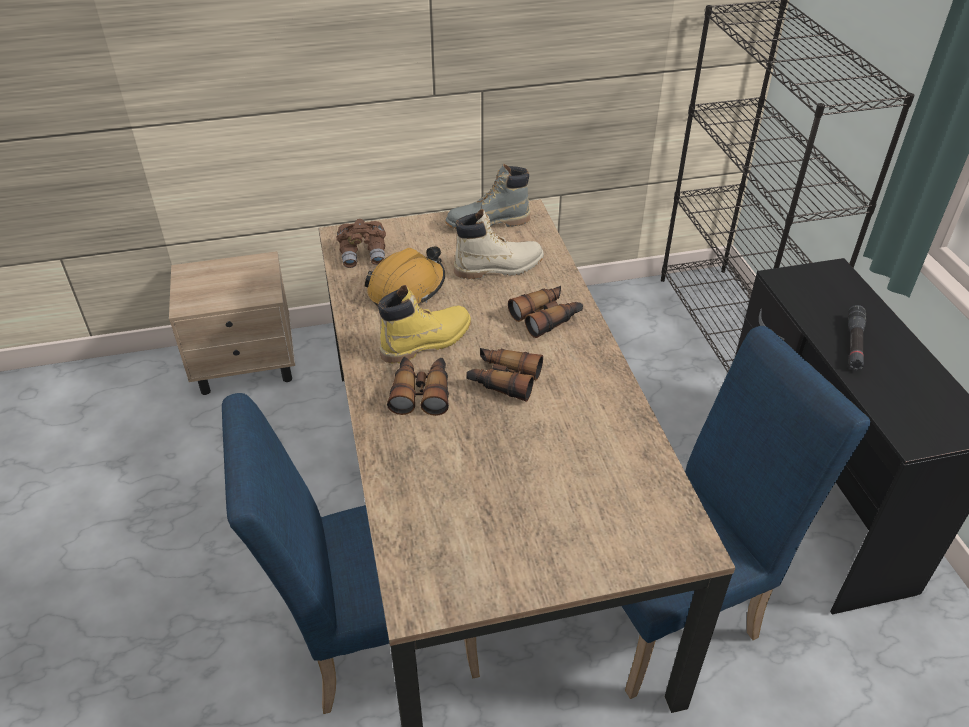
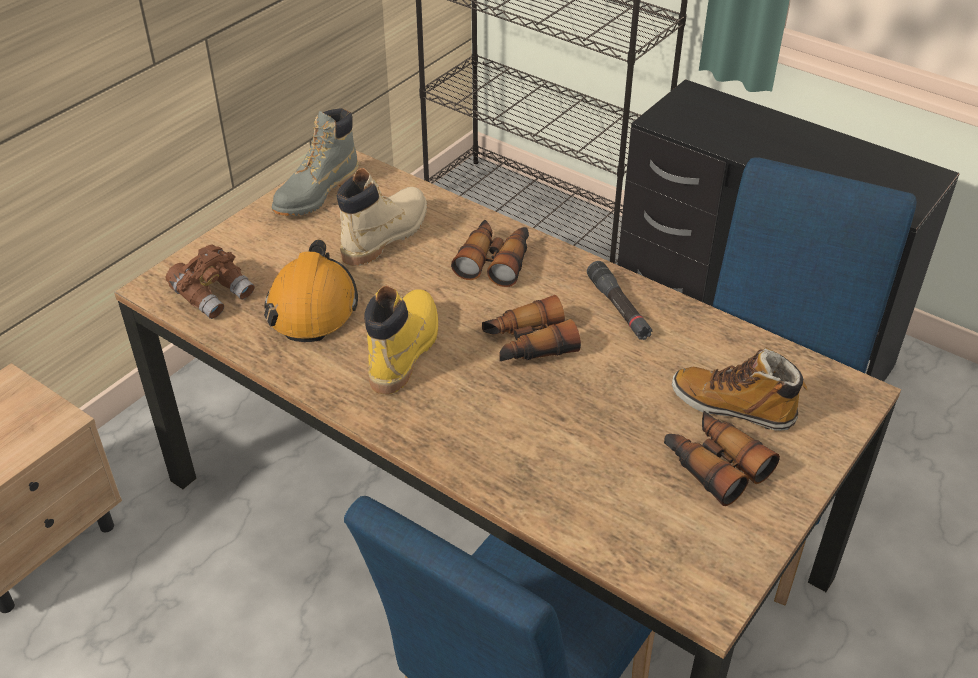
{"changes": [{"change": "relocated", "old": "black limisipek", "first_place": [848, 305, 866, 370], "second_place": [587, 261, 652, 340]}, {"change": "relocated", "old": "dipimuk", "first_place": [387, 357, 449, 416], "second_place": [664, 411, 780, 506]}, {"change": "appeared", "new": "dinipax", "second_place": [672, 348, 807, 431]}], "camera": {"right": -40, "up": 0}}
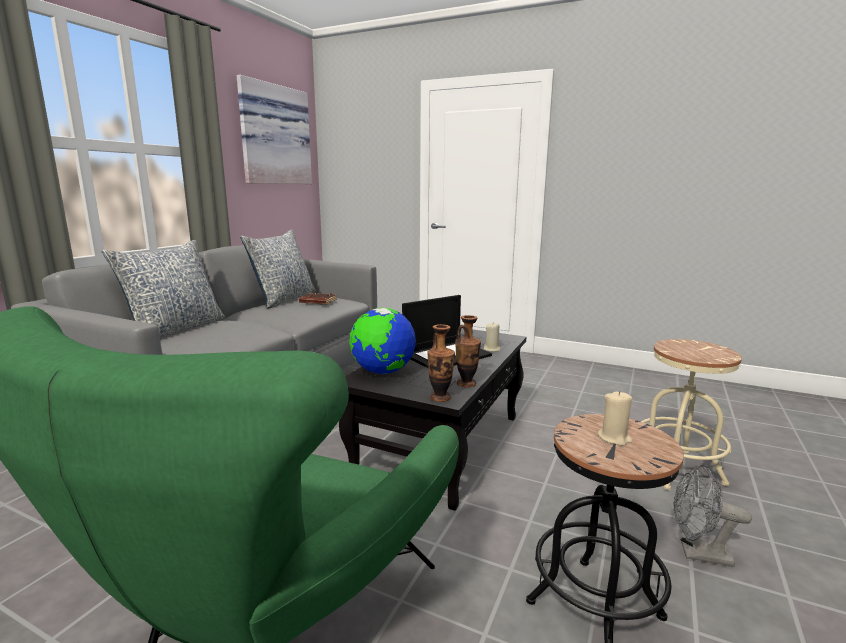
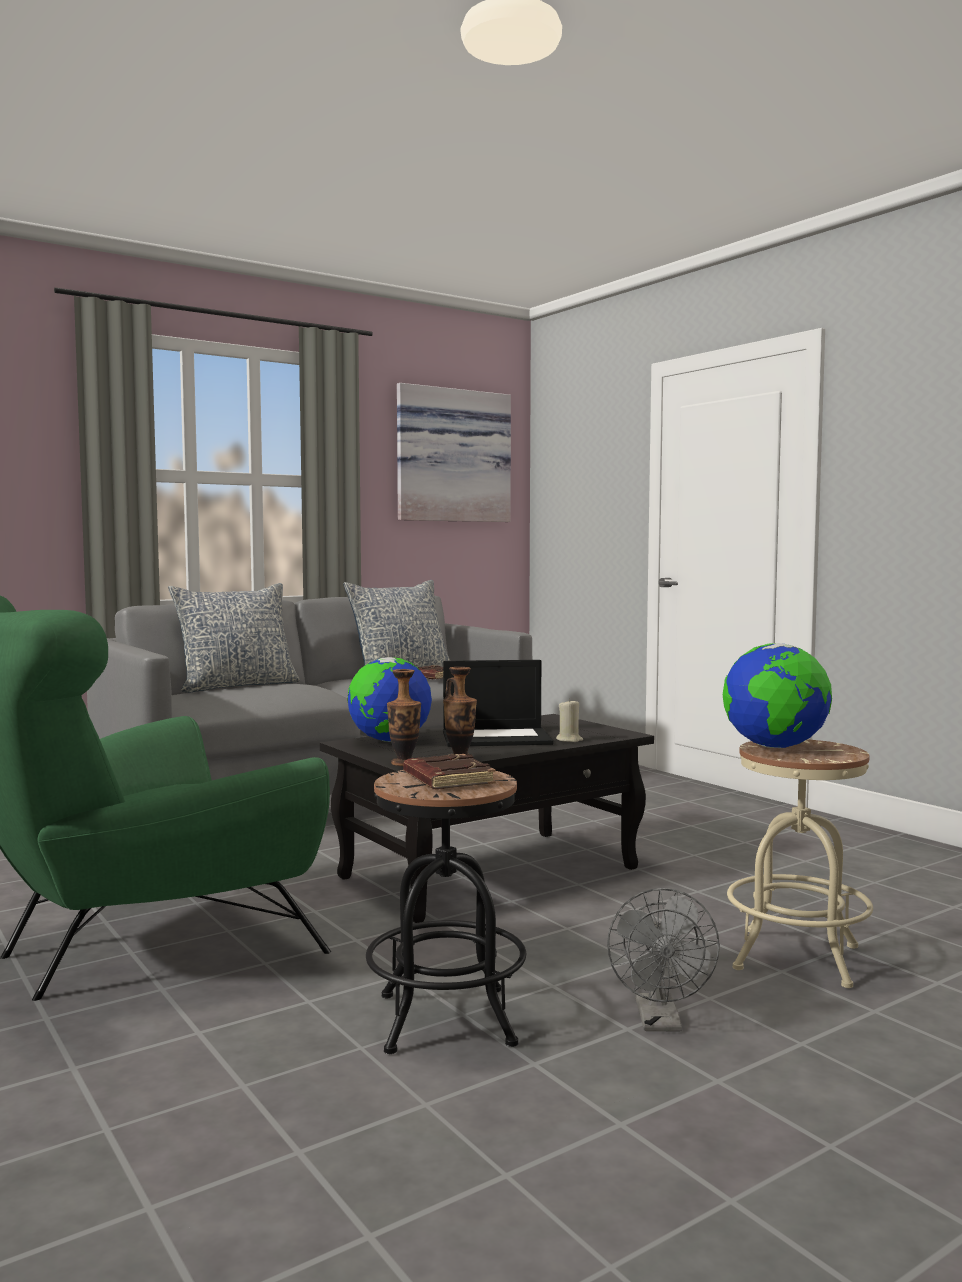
{"changes": [{"change": "exchanged", "old": "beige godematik", "new": "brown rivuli", "first_place": [598, 391, 633, 446], "second_place": [404, 754, 496, 790]}, {"change": "spun", "old": "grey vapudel", "first_place": [673, 465, 752, 567], "second_place": [607, 888, 720, 1032], "degrees": -135}, {"change": "appeared", "new": "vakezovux", "second_place": [723, 643, 832, 748]}], "camera": {"right": 30, "up": -10}}
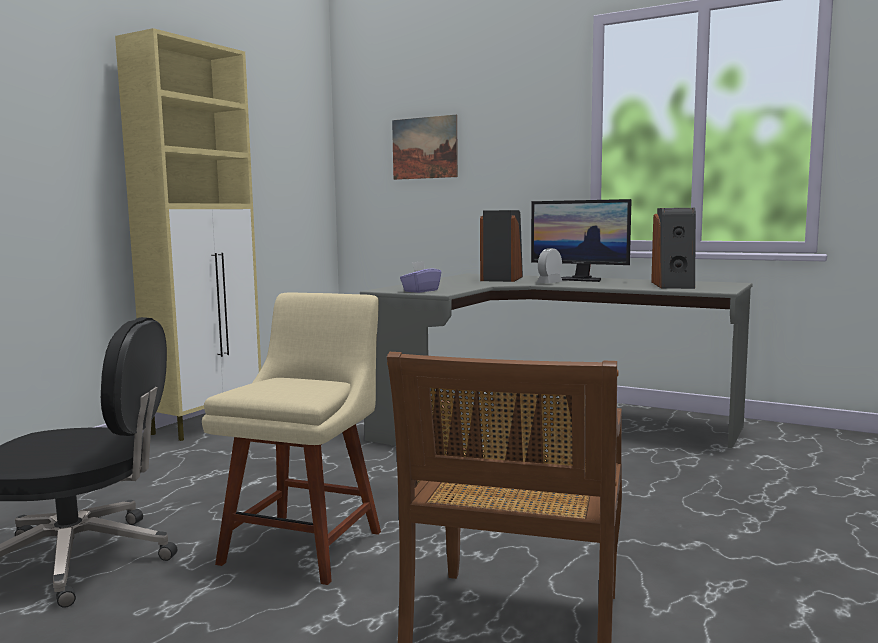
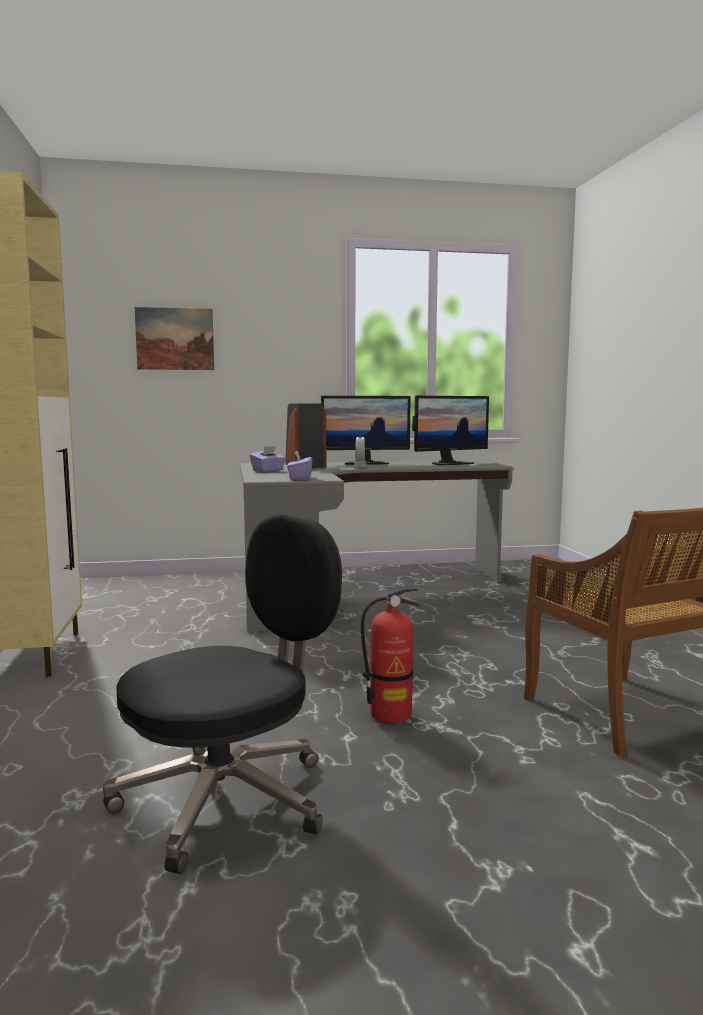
{"changes": [{"change": "appeared", "new": "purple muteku", "second_place": [250, 446, 286, 472]}, {"change": "exchanged", "old": "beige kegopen", "new": "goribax", "first_place": [202, 293, 381, 585], "second_place": [361, 588, 420, 723]}, {"change": "exchanged", "old": "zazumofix", "new": "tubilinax", "first_place": [651, 208, 696, 289], "second_place": [412, 396, 489, 466]}], "camera": {"right": -40, "up": 0}}
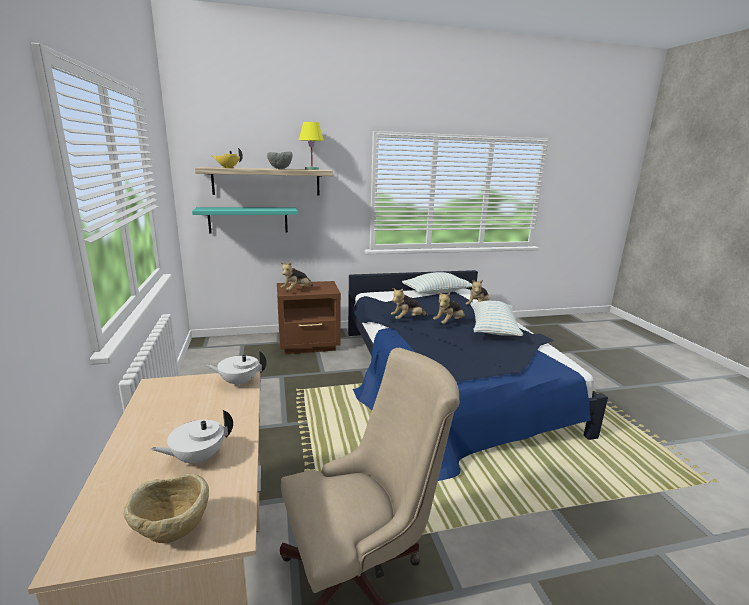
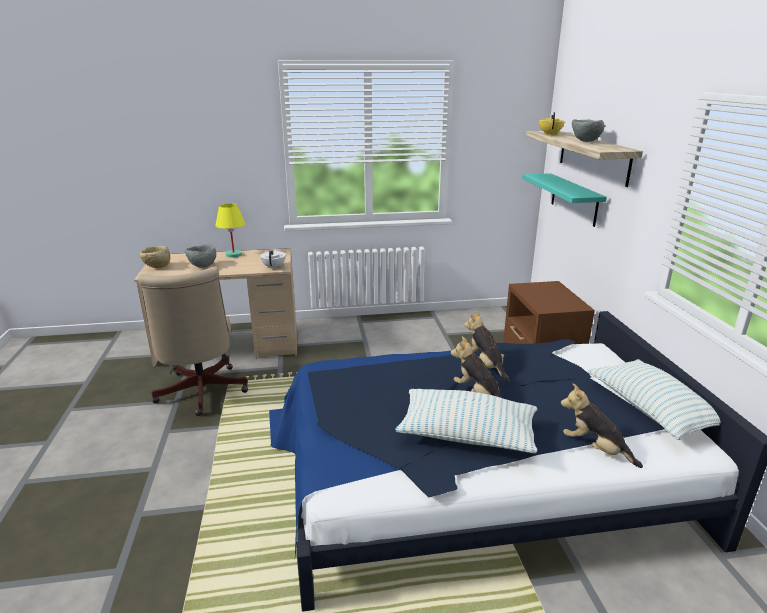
{"changes": [{"change": "exchanged", "old": "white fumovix", "new": "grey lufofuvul", "first_place": [150, 410, 233, 465], "second_place": [185, 244, 216, 267]}, {"change": "relocated", "old": "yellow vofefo", "first_place": [299, 122, 324, 170], "second_place": [215, 203, 245, 257]}, {"change": "missing", "old": "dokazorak", "first_place": [281, 262, 313, 290]}], "camera": {"right": 95, "up": 5}}
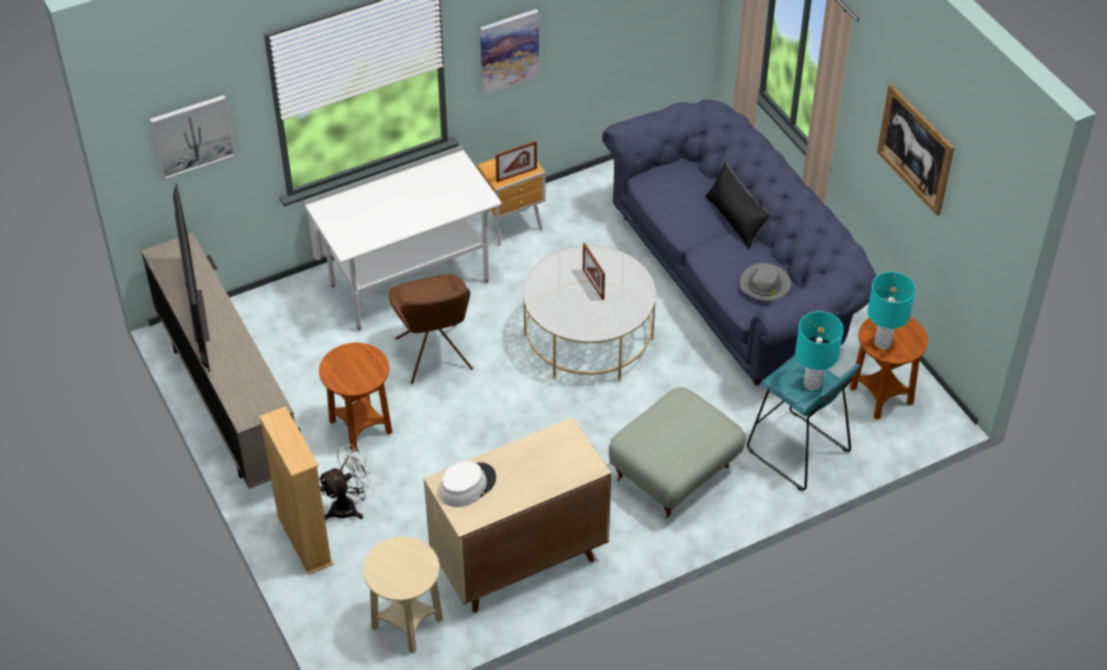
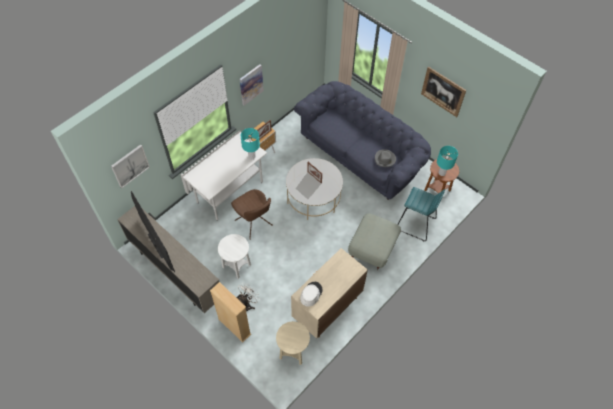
{"changes": [{"change": "colour", "old": "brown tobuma", "new": "white tobuma", "first_place": [319, 343, 392, 452], "second_place": [218, 234, 251, 279]}, {"change": "relocated", "old": "turquoise vofefo", "first_place": [795, 311, 844, 390], "second_place": [240, 128, 260, 159]}, {"change": "missing", "old": "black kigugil", "first_place": [705, 162, 771, 249]}], "camera": {"right": -20, "up": 10}}
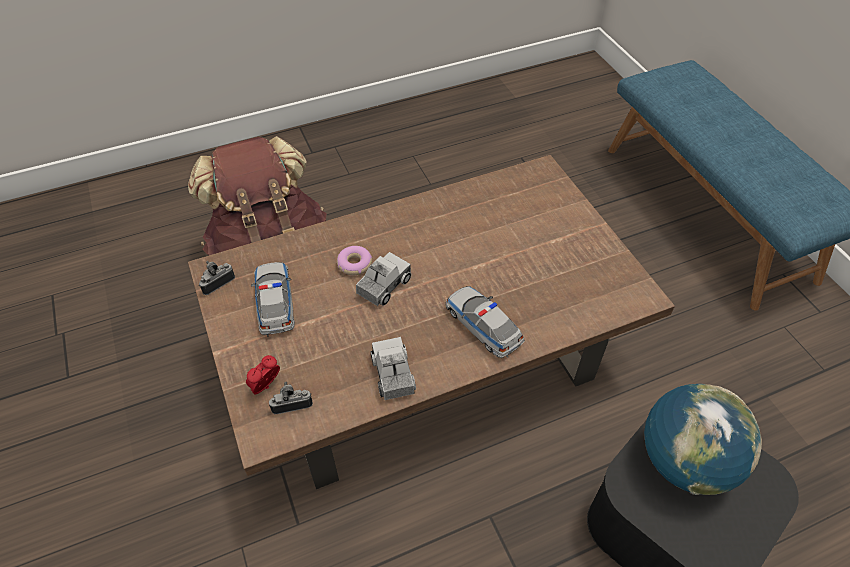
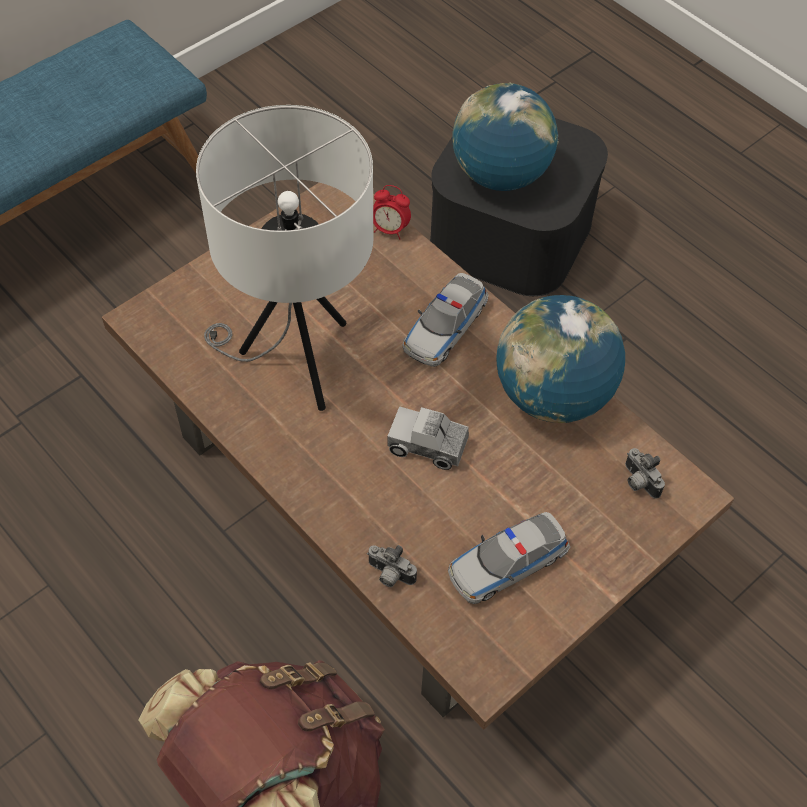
{"changes": [{"change": "appeared", "new": "white vofefo", "second_place": [196, 105, 373, 411]}, {"change": "relocated", "old": "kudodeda", "first_place": [199, 261, 235, 295], "second_place": [367, 545, 417, 587]}, {"change": "relocated", "old": "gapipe", "first_place": [246, 355, 280, 394], "second_place": [373, 185, 411, 240]}, {"change": "exchanged", "old": "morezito", "new": "vakezovux", "first_place": [370, 337, 416, 400], "second_place": [496, 295, 625, 423]}, {"change": "missing", "old": "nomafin", "first_place": [337, 246, 372, 275]}], "camera": {"right": -110, "up": 5}}
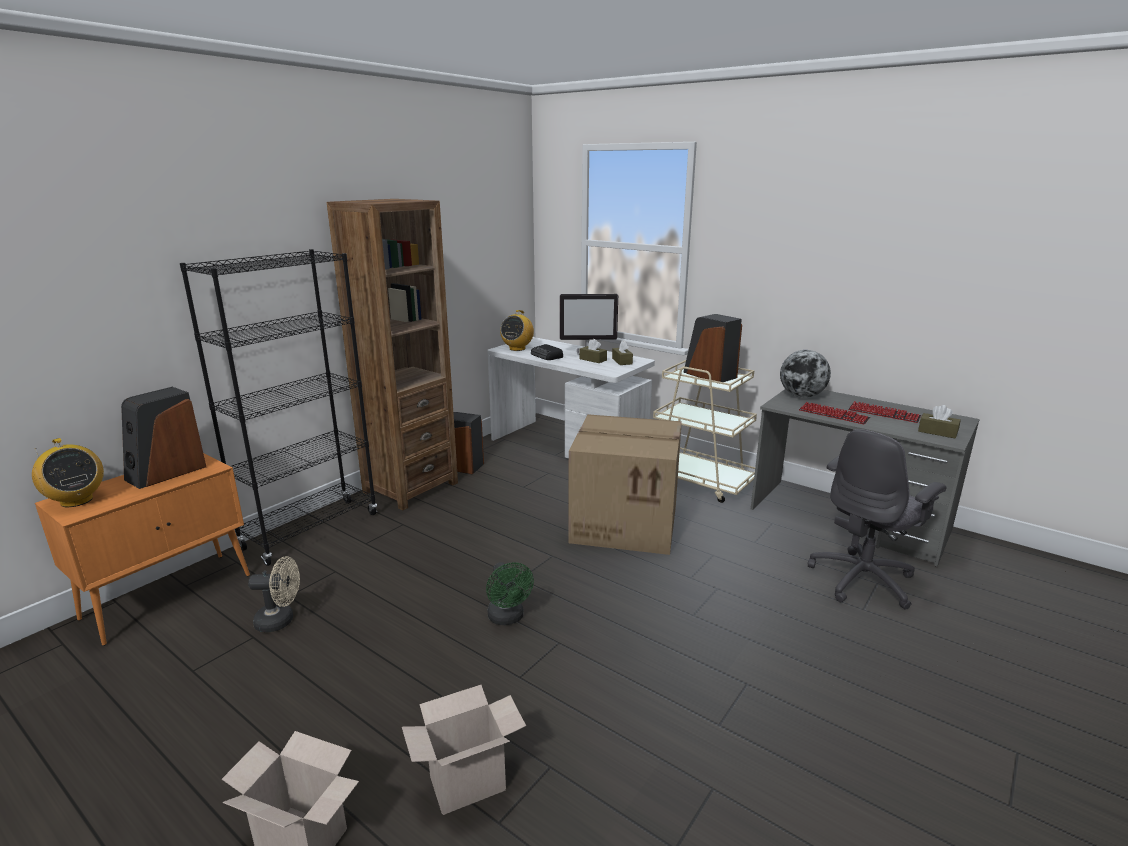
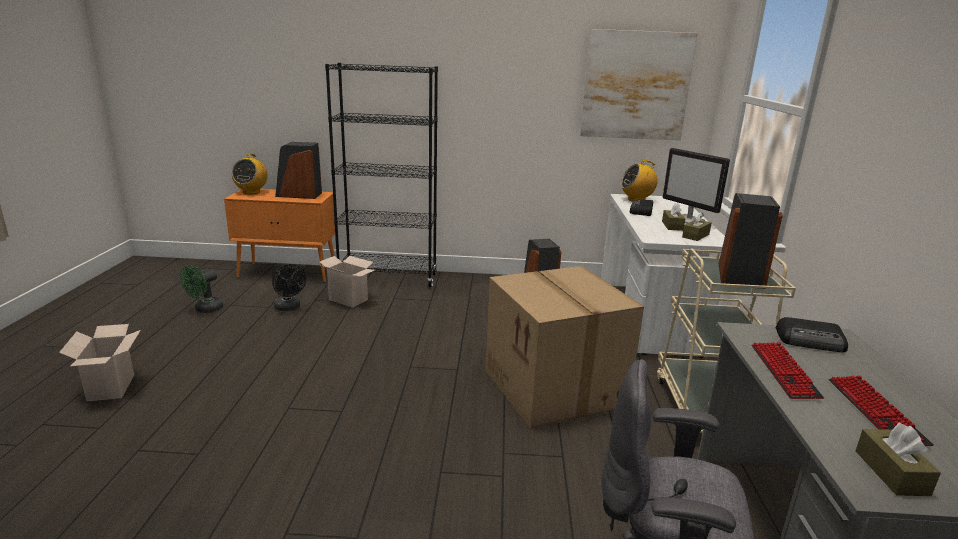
{"changes": [{"change": "relocated", "old": "green vapudel", "first_place": [486, 562, 534, 625], "second_place": [180, 265, 224, 313]}, {"change": "colour", "old": "beige vapudel", "new": "black vapudel", "first_place": [248, 556, 300, 632], "second_place": [272, 264, 306, 311]}, {"change": "relocated", "old": "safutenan", "first_place": [402, 685, 526, 815], "second_place": [319, 256, 375, 308]}, {"change": "appeared", "new": "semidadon", "second_place": [580, 29, 697, 140]}, {"change": "exchanged", "old": "vakezovux", "new": "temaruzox", "first_place": [780, 350, 831, 398], "second_place": [776, 317, 848, 352]}, {"change": "missing", "old": "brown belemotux", "first_place": [327, 199, 458, 510]}], "camera": {"right": 55, "up": 0}}
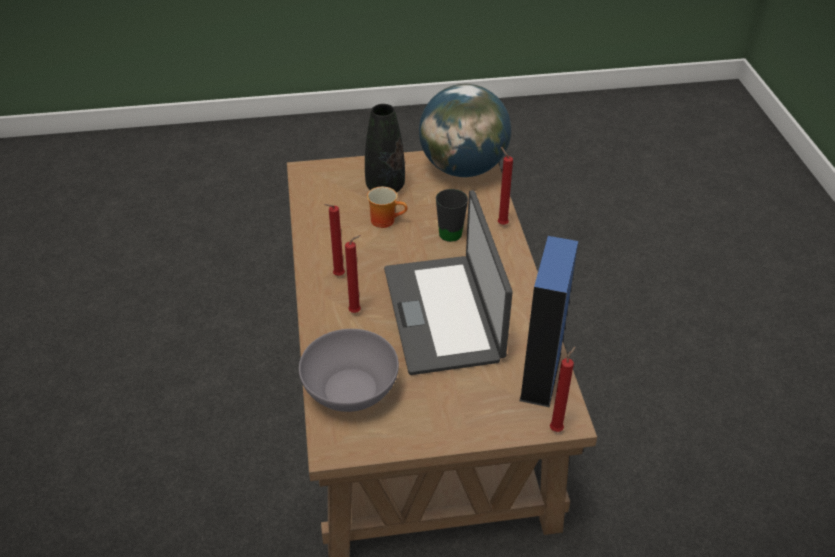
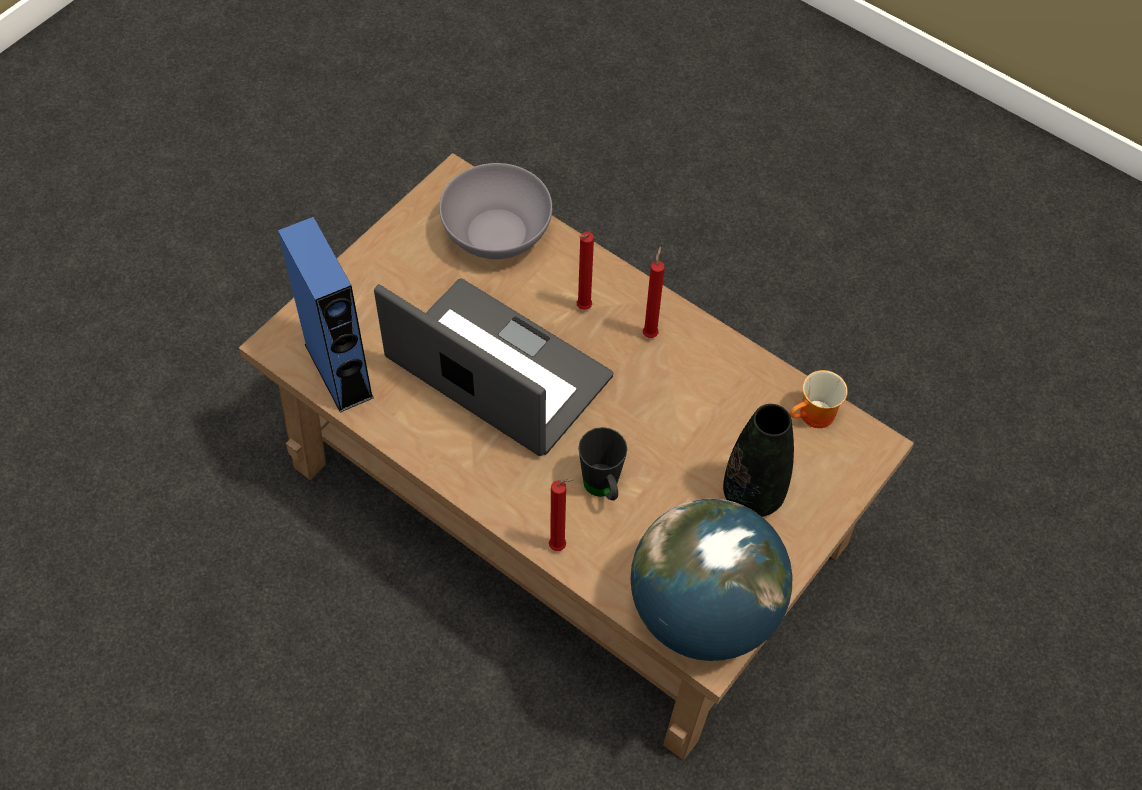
{"changes": [{"change": "relocated", "old": "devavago", "first_place": [367, 187, 408, 228], "second_place": [790, 370, 848, 428]}, {"change": "missing", "old": "red godematik", "first_place": [550, 347, 575, 432]}], "camera": {"right": 135, "up": 15}}
